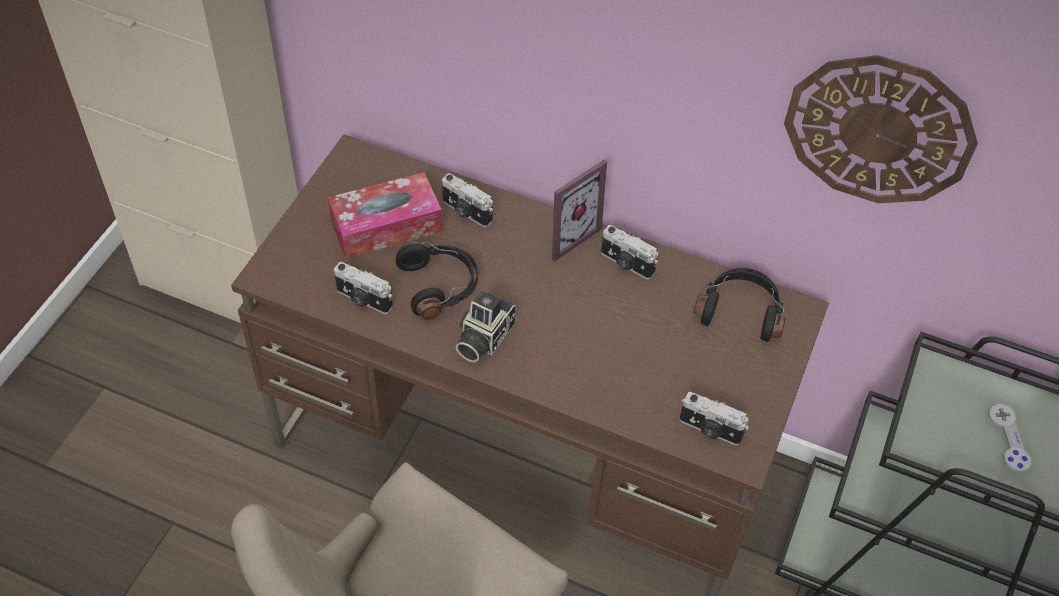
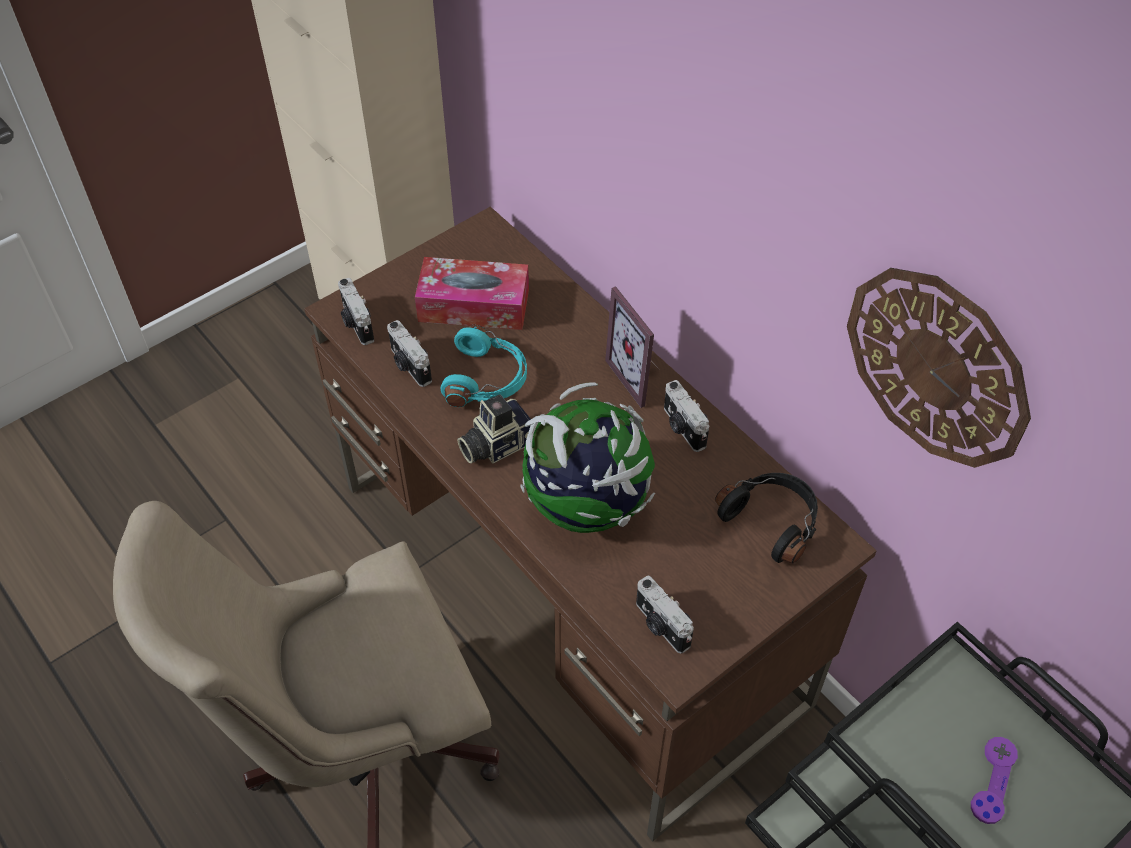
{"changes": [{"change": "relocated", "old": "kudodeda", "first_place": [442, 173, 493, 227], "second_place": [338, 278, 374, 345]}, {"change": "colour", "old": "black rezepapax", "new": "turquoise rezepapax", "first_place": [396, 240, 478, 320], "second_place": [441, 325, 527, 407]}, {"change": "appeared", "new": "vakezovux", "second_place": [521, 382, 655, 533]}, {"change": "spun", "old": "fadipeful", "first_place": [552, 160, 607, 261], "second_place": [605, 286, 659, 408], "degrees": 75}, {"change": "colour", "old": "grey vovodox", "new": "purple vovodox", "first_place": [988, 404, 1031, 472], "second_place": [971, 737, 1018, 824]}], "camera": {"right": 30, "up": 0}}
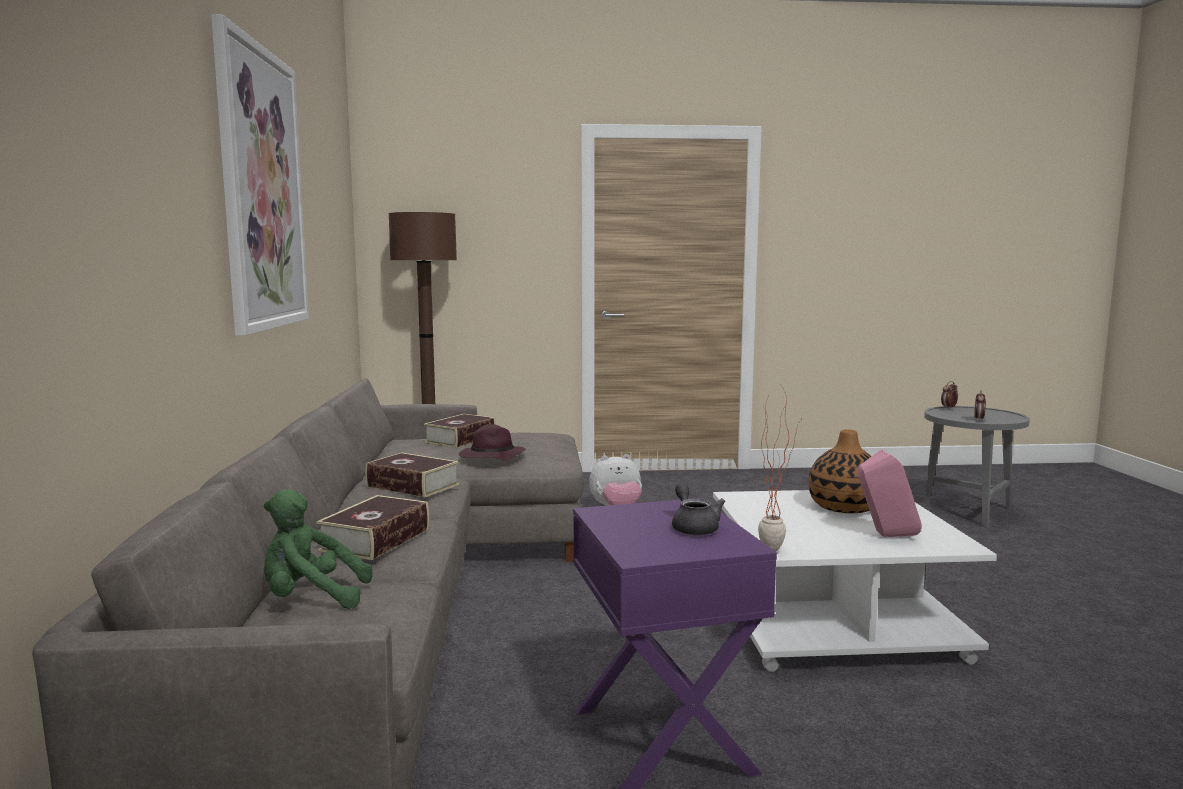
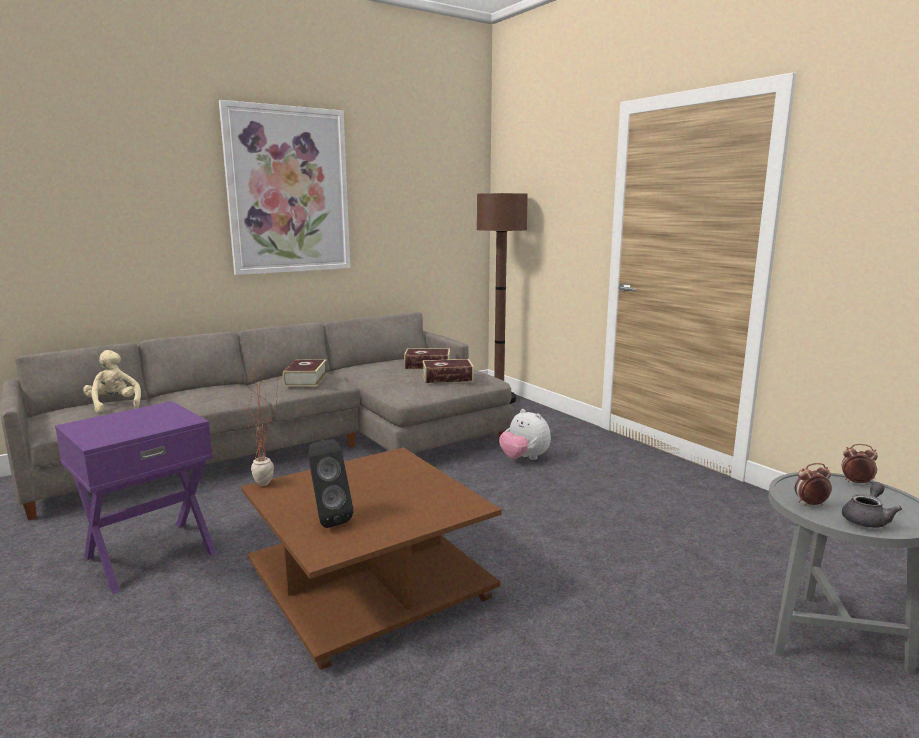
{"changes": [{"change": "colour", "old": "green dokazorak", "new": "beige dokazorak", "first_place": [264, 489, 373, 609], "second_place": [83, 350, 141, 413]}, {"change": "colour", "old": "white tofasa", "new": "brown tofasa", "first_place": [713, 490, 997, 672], "second_place": [241, 447, 502, 670]}, {"change": "colour", "old": "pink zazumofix", "new": "black zazumofix", "first_place": [858, 449, 922, 537], "second_place": [308, 439, 353, 528]}, {"change": "relocated", "old": "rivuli", "first_place": [316, 495, 429, 560], "second_place": [422, 359, 474, 383]}, {"change": "relocated", "old": "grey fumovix", "first_place": [672, 483, 725, 535], "second_place": [842, 482, 902, 528]}, {"change": "missing", "old": "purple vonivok", "first_place": [459, 424, 526, 461]}, {"change": "missing", "old": "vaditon", "first_place": [808, 429, 872, 513]}], "camera": {"right": 60, "up": 5}}
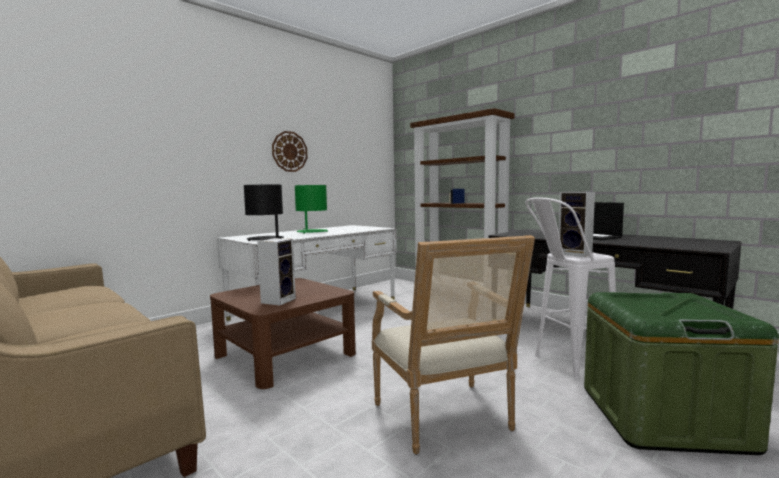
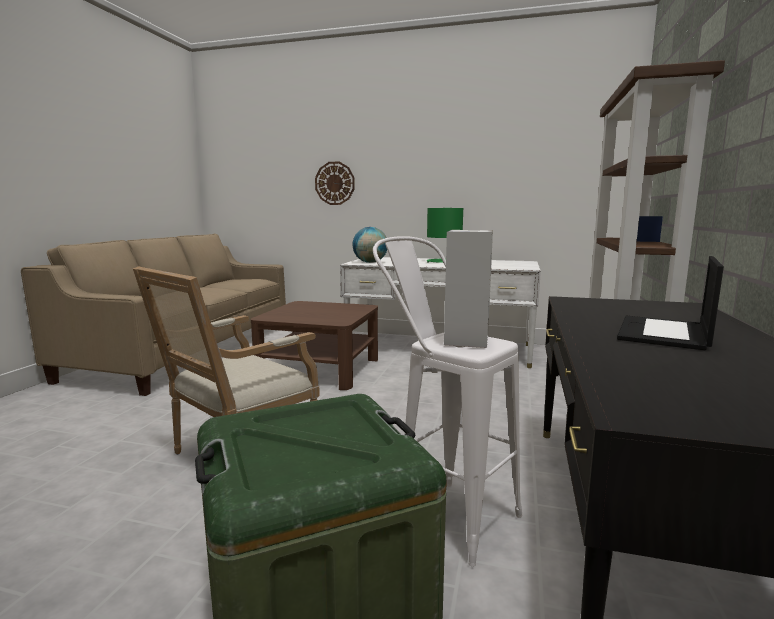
{"changes": [{"change": "relocated", "old": "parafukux", "first_place": [272, 131, 307, 172], "second_place": [315, 162, 355, 205]}, {"change": "exchanged", "old": "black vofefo", "new": "vakezovux", "first_place": [244, 185, 284, 241], "second_place": [353, 227, 387, 263]}, {"change": "missing", "old": "zazumofix", "first_place": [257, 238, 296, 305]}], "camera": {"right": 60, "up": 5}}
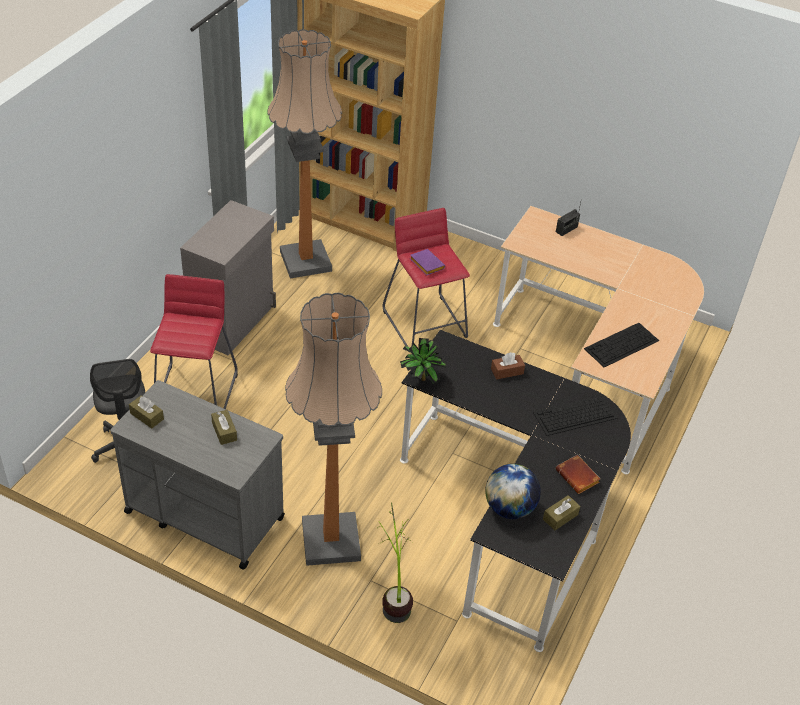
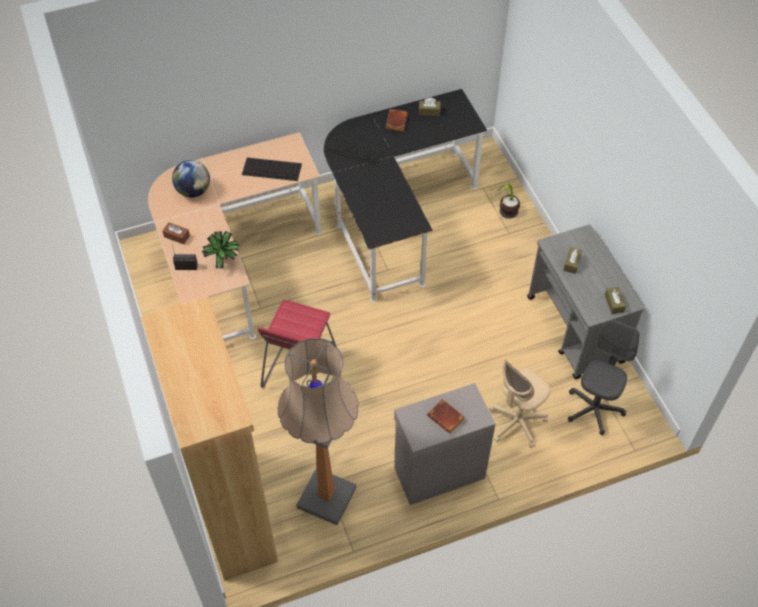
{"changes": [{"change": "relocated", "old": "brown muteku", "first_place": [491, 352, 525, 379], "second_place": [162, 222, 190, 244]}, {"change": "relocated", "old": "vakezovux", "first_place": [485, 464, 541, 519], "second_place": [172, 160, 210, 198]}, {"change": "relocated", "old": "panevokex", "first_place": [400, 338, 446, 384], "second_place": [202, 231, 239, 269]}, {"change": "appeared", "new": "brown rivuli", "second_place": [427, 399, 465, 434]}, {"change": "exchanged", "old": "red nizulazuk", "new": "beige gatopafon", "first_place": [150, 274, 238, 409], "second_place": [489, 360, 551, 448]}, {"change": "missing", "old": "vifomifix", "first_place": [285, 293, 382, 566]}, {"change": "missing", "old": "purple rivuli", "first_place": [410, 249, 445, 275]}], "camera": {"right": -135, "up": 10}}
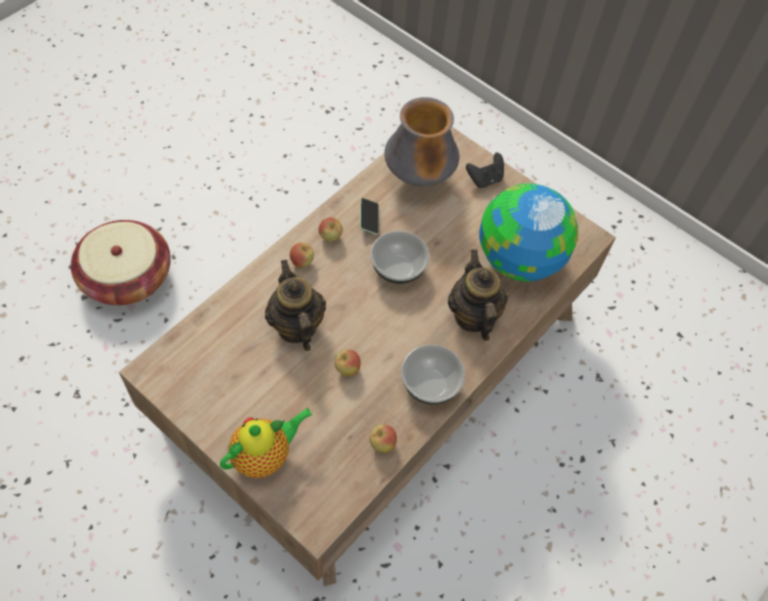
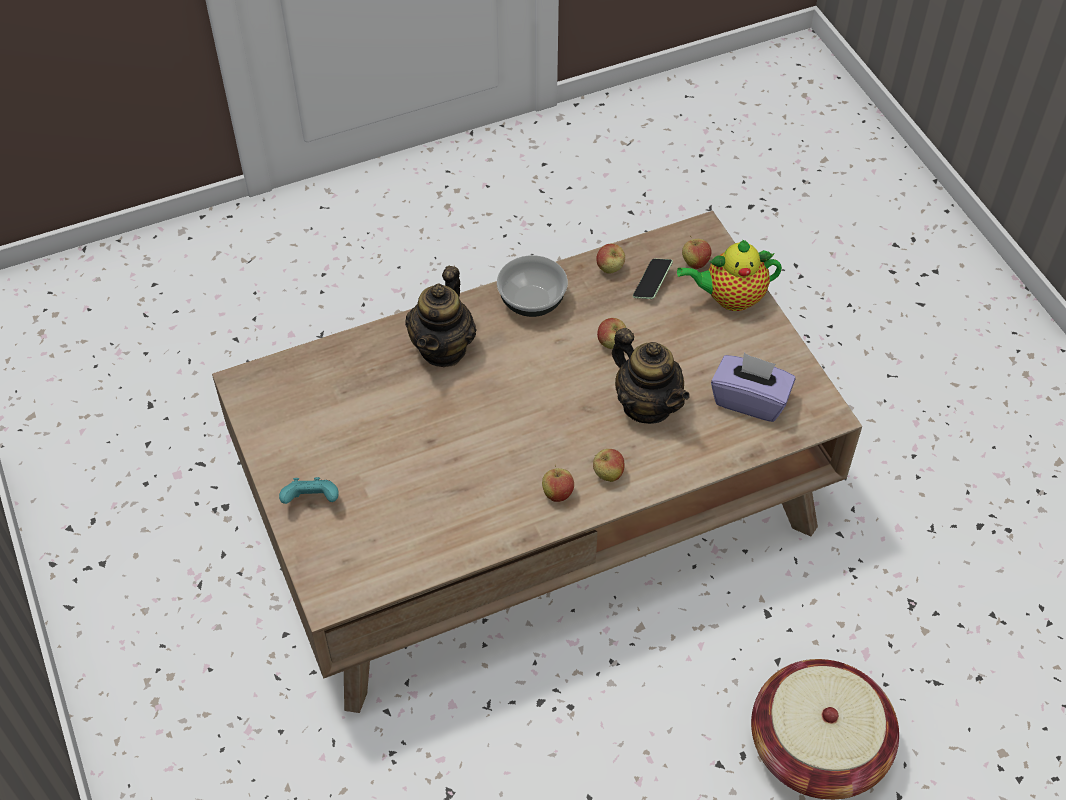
{"changes": [{"change": "colour", "old": "black vovodox", "new": "turquoise vovodox", "first_place": [466, 152, 504, 188], "second_place": [279, 477, 339, 504]}, {"change": "spun", "old": "fumovix", "first_place": [265, 260, 326, 351], "second_place": [612, 328, 690, 424], "degrees": -45}, {"change": "relocated", "old": "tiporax", "first_place": [360, 198, 379, 235], "second_place": [633, 259, 673, 299]}, {"change": "appeared", "new": "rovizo", "second_place": [682, 236, 712, 269]}, {"change": "appeared", "new": "purple muteku", "second_place": [711, 353, 795, 422]}, {"change": "missing", "old": "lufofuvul", "first_place": [370, 231, 429, 284]}, {"change": "missing", "old": "vaditon", "first_place": [384, 97, 459, 187]}, {"change": "missing", "old": "vakezovux", "first_place": [479, 183, 579, 281]}], "camera": {"right": -150, "up": -5}}
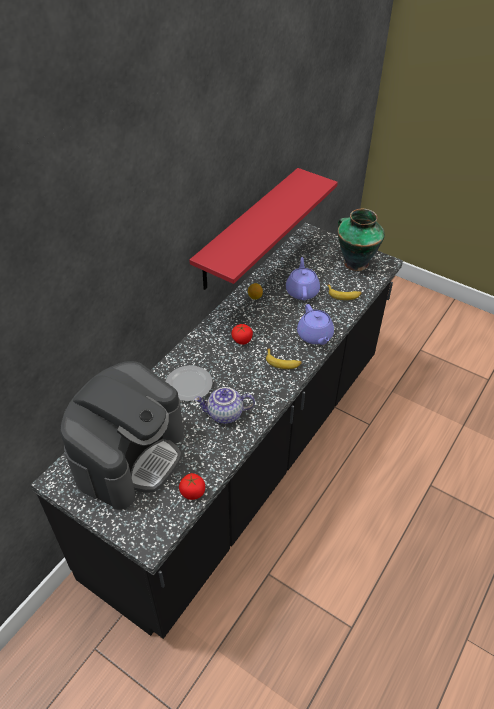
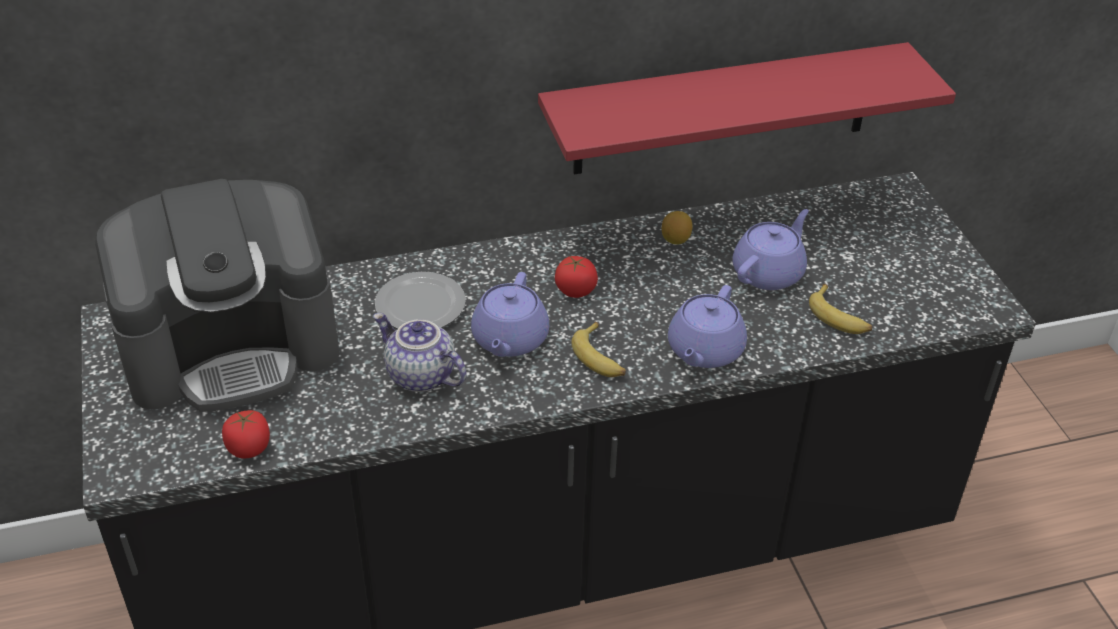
{"changes": [{"change": "appeared", "new": "purple fumovix", "second_place": [471, 272, 549, 357]}, {"change": "missing", "old": "vaditon", "first_place": [338, 209, 385, 271]}], "camera": {"right": 40, "up": -5}}
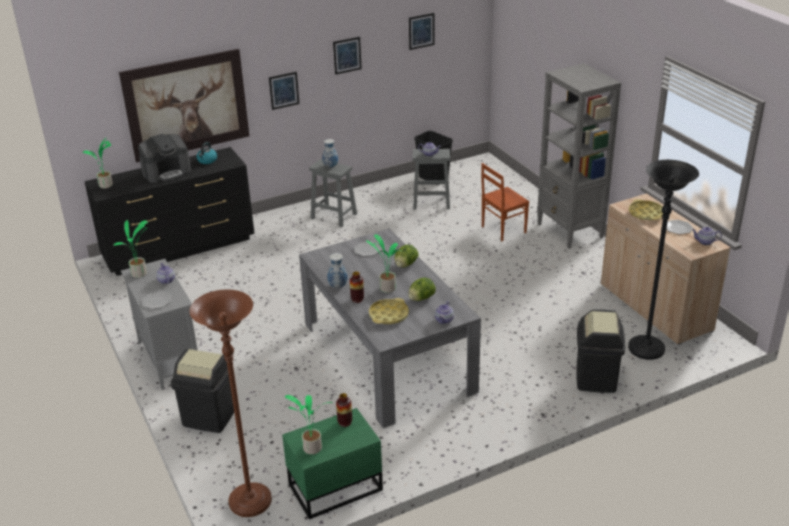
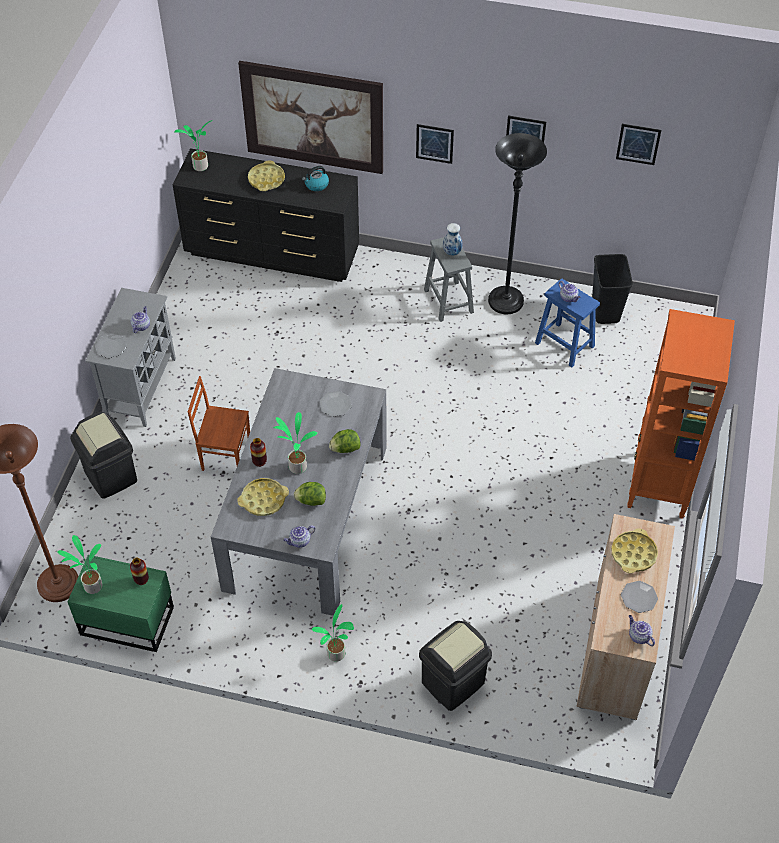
{"changes": [{"change": "relocated", "old": "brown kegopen", "first_place": [482, 163, 530, 241], "second_place": [188, 376, 250, 471]}, {"change": "exchanged", "old": "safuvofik", "new": "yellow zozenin", "first_place": [138, 134, 191, 183], "second_place": [248, 161, 285, 191]}, {"change": "relocated", "old": "panevokex", "first_place": [114, 220, 148, 278], "second_place": [311, 604, 354, 662]}, {"change": "relocated", "old": "black vifomifix", "first_place": [628, 160, 699, 360], "second_place": [488, 133, 547, 314]}, {"change": "colour", "old": "grey nizulazuk", "new": "blue nizulazuk", "first_place": [413, 149, 450, 210], "second_place": [535, 278, 600, 367]}, {"change": "colour", "old": "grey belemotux", "new": "orange belemotux", "first_place": [537, 63, 621, 249], "second_place": [627, 309, 735, 519]}, {"change": "missing", "old": "vaditon", "first_place": [327, 253, 347, 288]}], "camera": {"right": 40, "up": 20}}
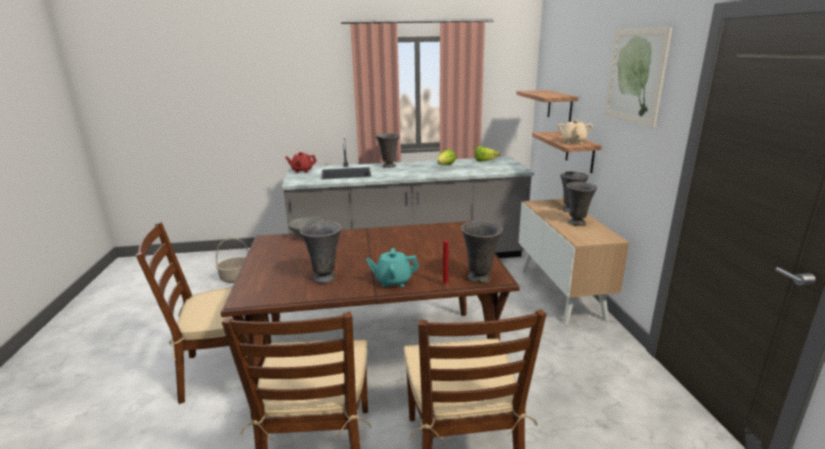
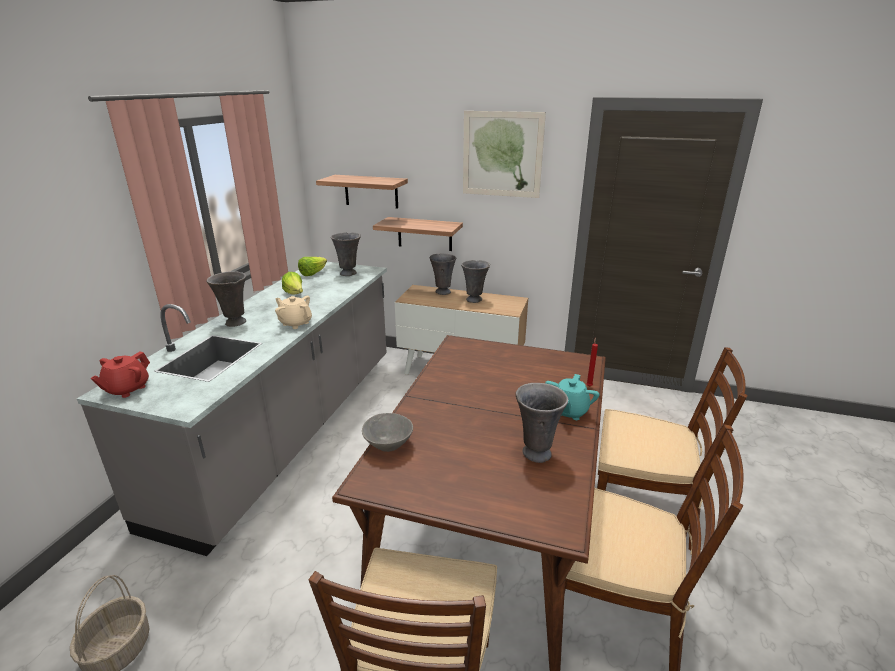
{"changes": [{"change": "relocated", "old": "beige fumovix", "first_place": [558, 120, 593, 144], "second_place": [275, 296, 312, 329]}, {"change": "relocated", "old": "grey vaditon", "first_place": [461, 221, 503, 283], "second_place": [331, 232, 361, 276]}], "camera": {"right": -65, "up": 5}}
